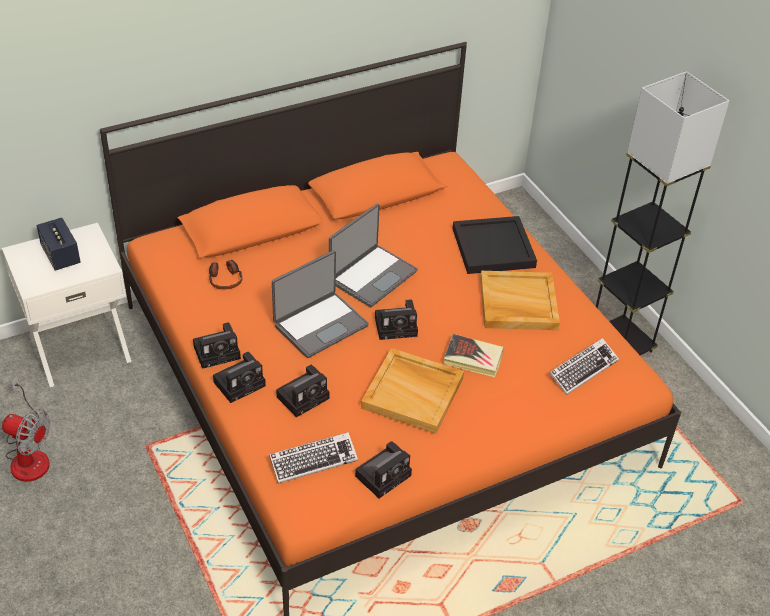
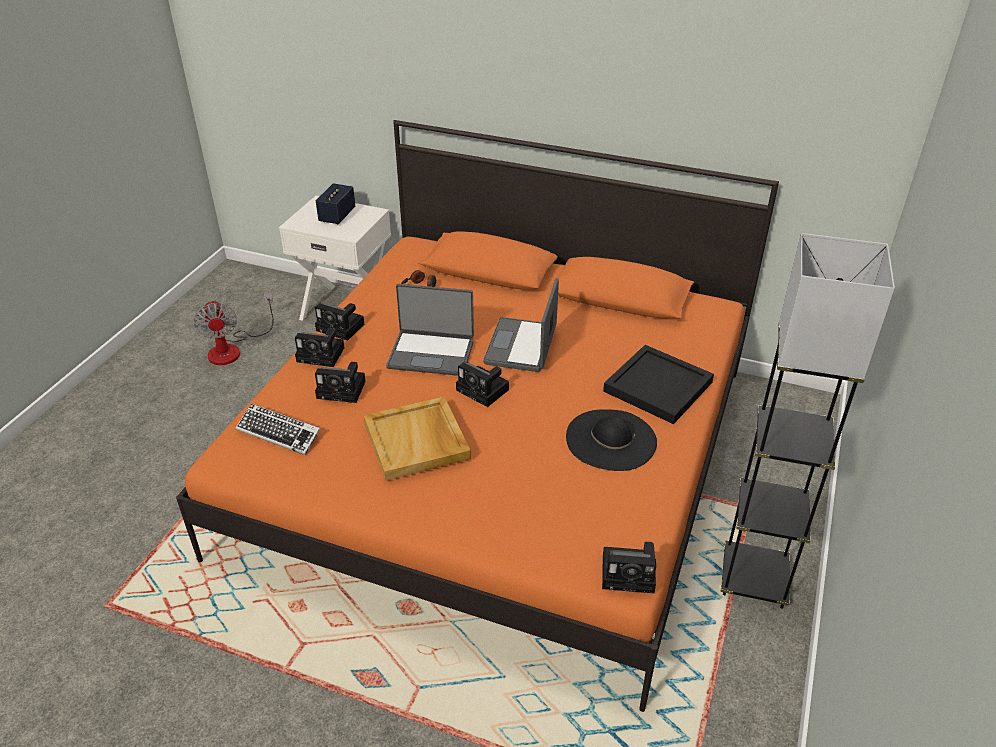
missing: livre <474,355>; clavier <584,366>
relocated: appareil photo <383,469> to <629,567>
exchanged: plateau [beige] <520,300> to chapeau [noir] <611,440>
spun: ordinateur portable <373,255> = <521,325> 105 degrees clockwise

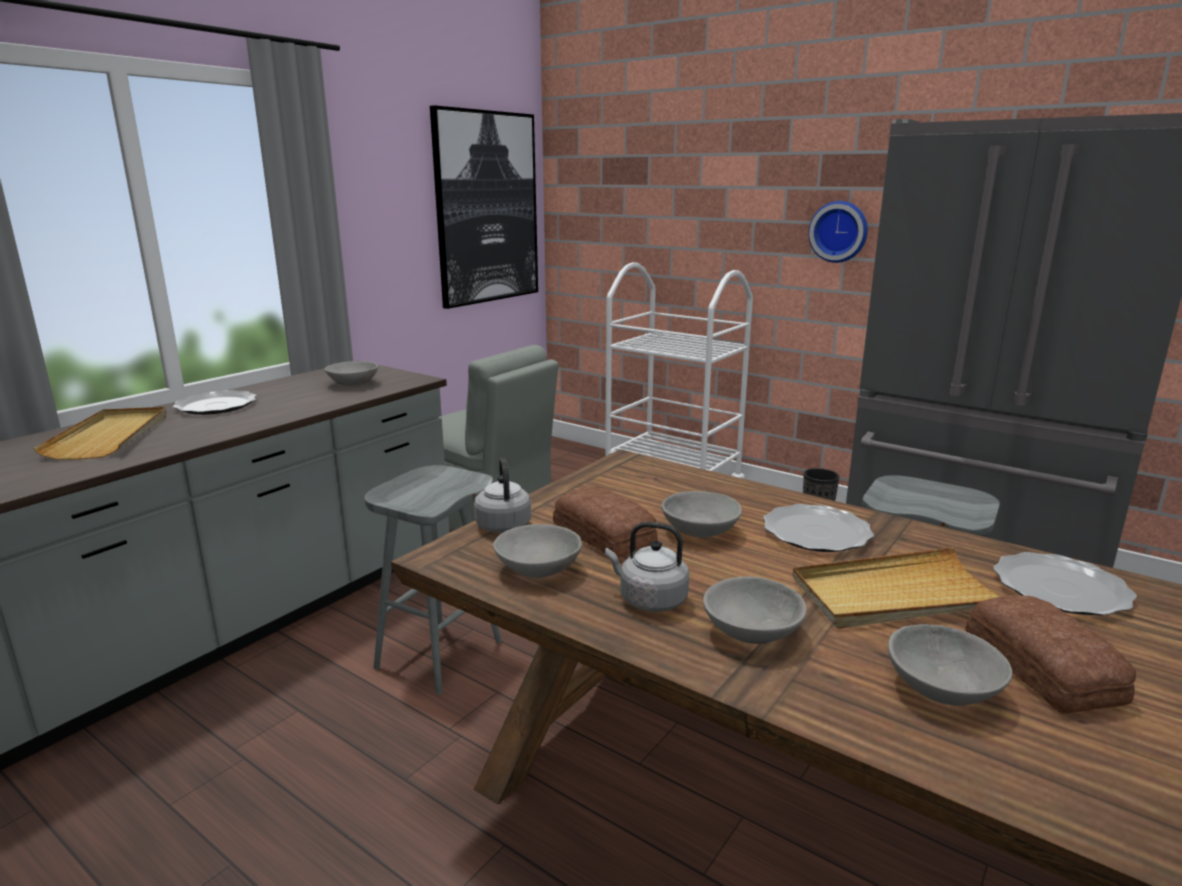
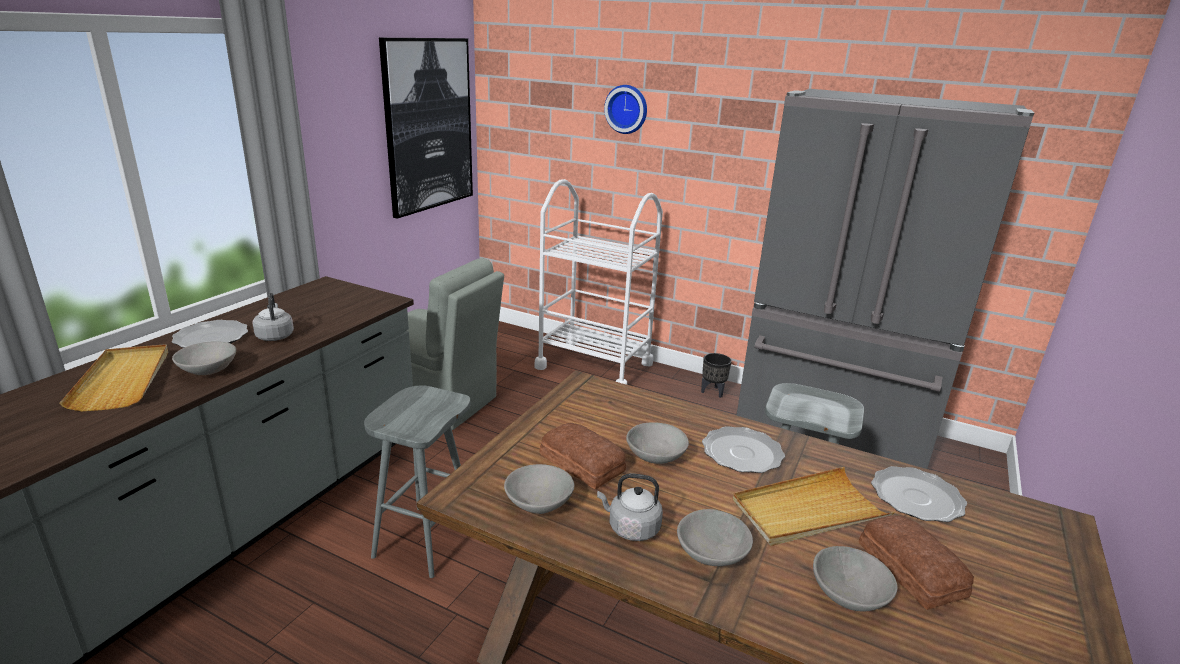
relocated: bol [gris] <351,373> to <204,358>; bouilloire [gris] <502,495> to <273,317>; horloge murale <838,232> to <625,109>

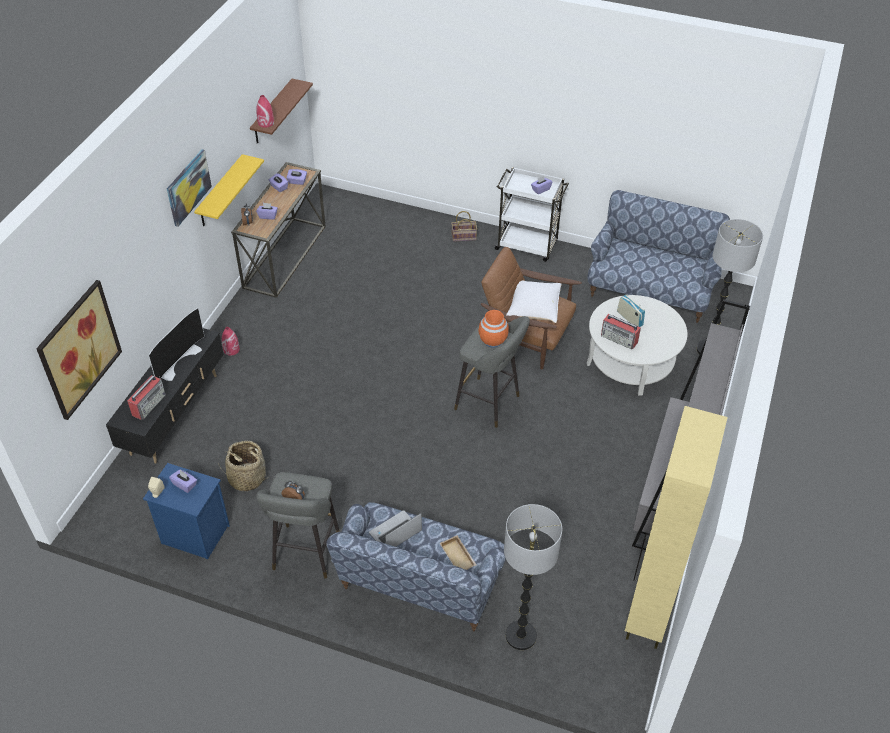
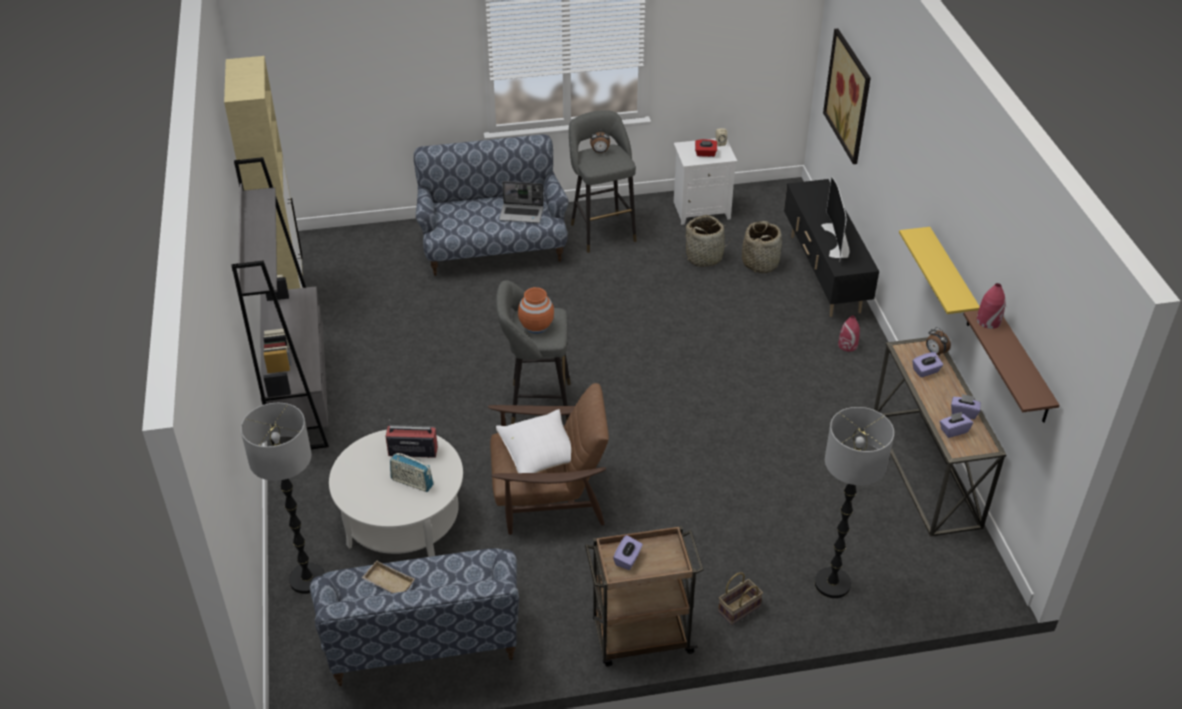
missing: radio <146,397>; tableau <189,188>
appeared: panier <762,247>
relocated: plateau [beige] <458,552> to <388,577>; lampadaire <533,577> to <854,502>
colour: table de chevet [bleu] <186,511> to table de chevet [blanc] <705,181>; boîte à mouchoirs [violet] <183,481> to boîte à mouchoirs [rouge] <706,148>; chariot [blanc] <531,214> to chariot [marron] <644,596>
spun: ordinateur portable <395,528> = <521,202> 75 degrees clockwise

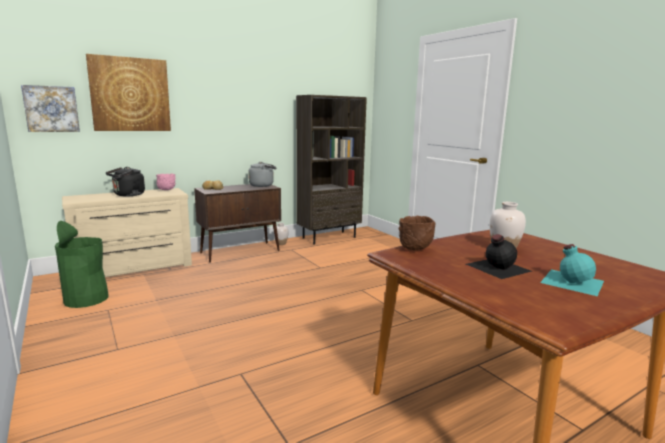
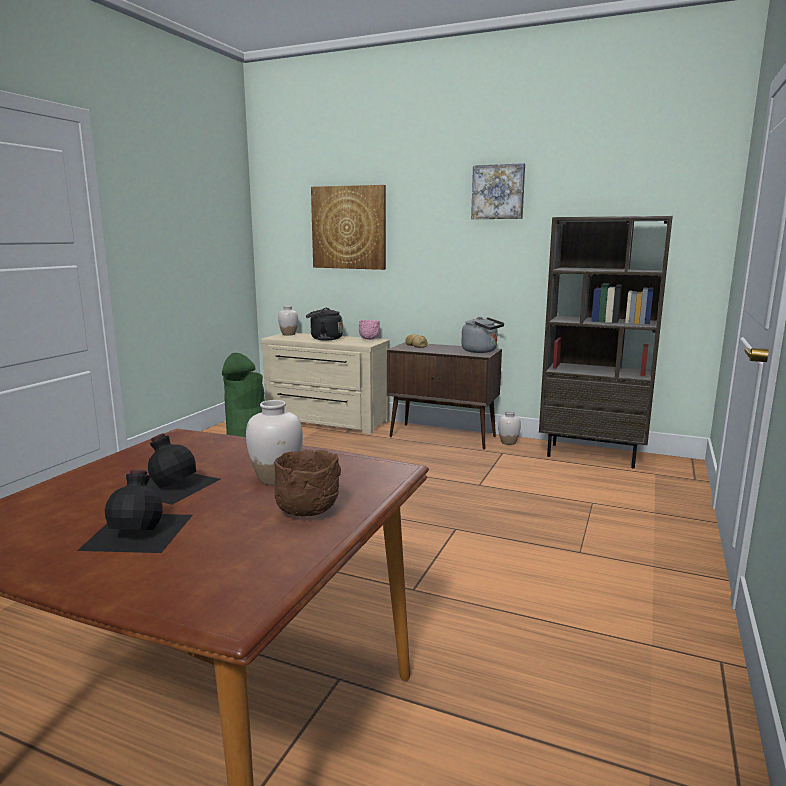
appeared: vase [blanc] <288,321>
relocated: tableau <50,108> to <498,191>; bol [marron] <417,233> to <307,483>
colour: bouteille [turquoise] <572,270> to bouteille [noir] <135,511>

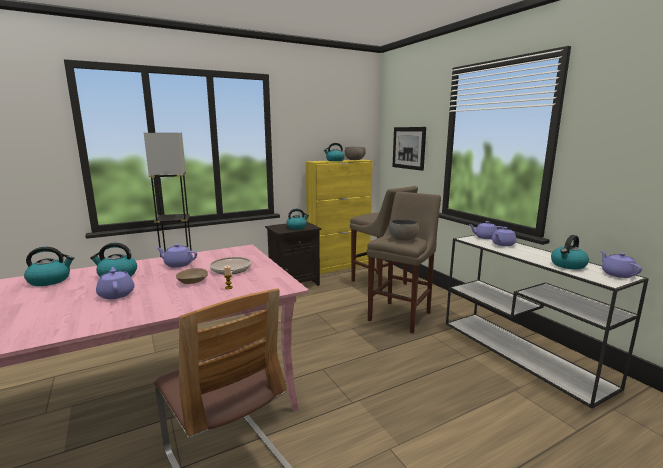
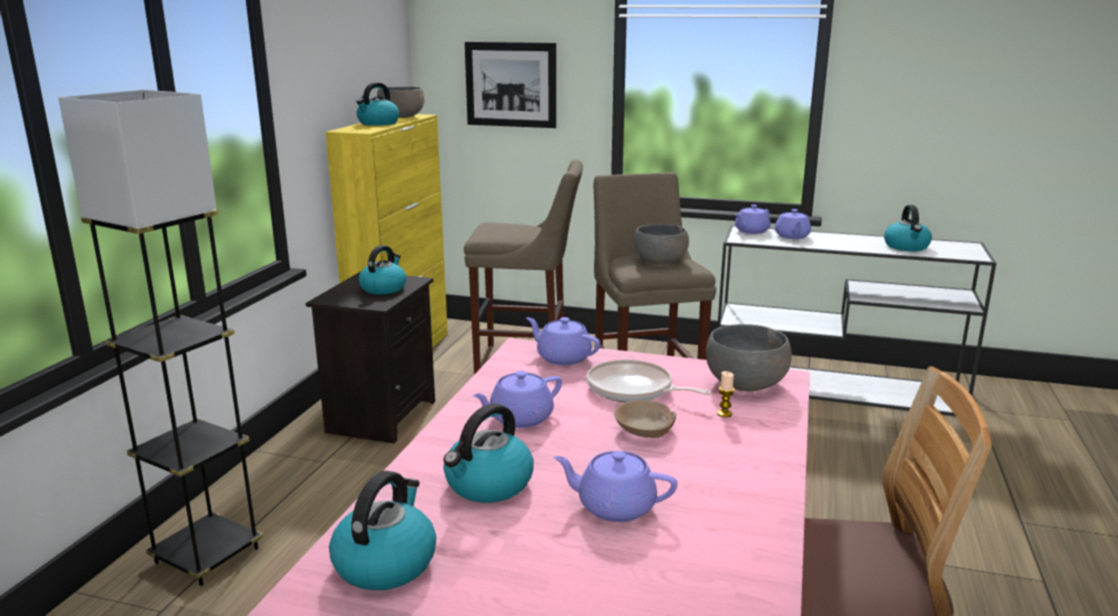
appeared: bol [gris] <749,357>
relocated: théière [violet] <621,264> to <563,341>

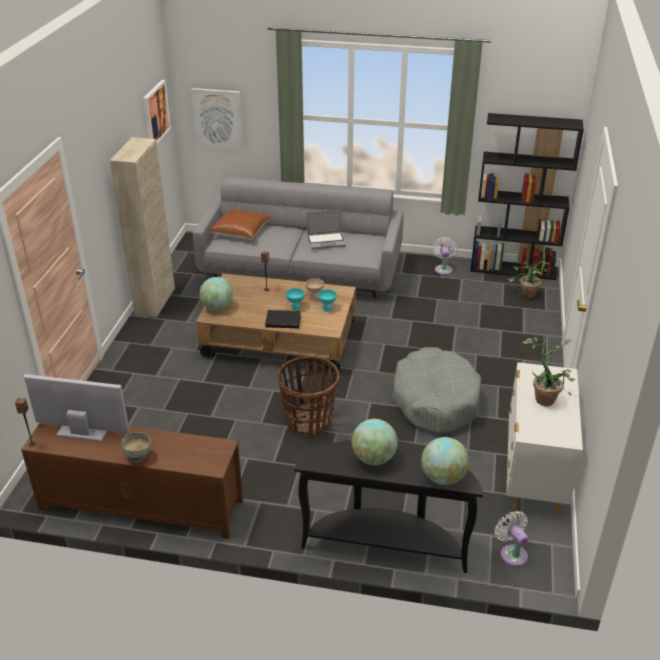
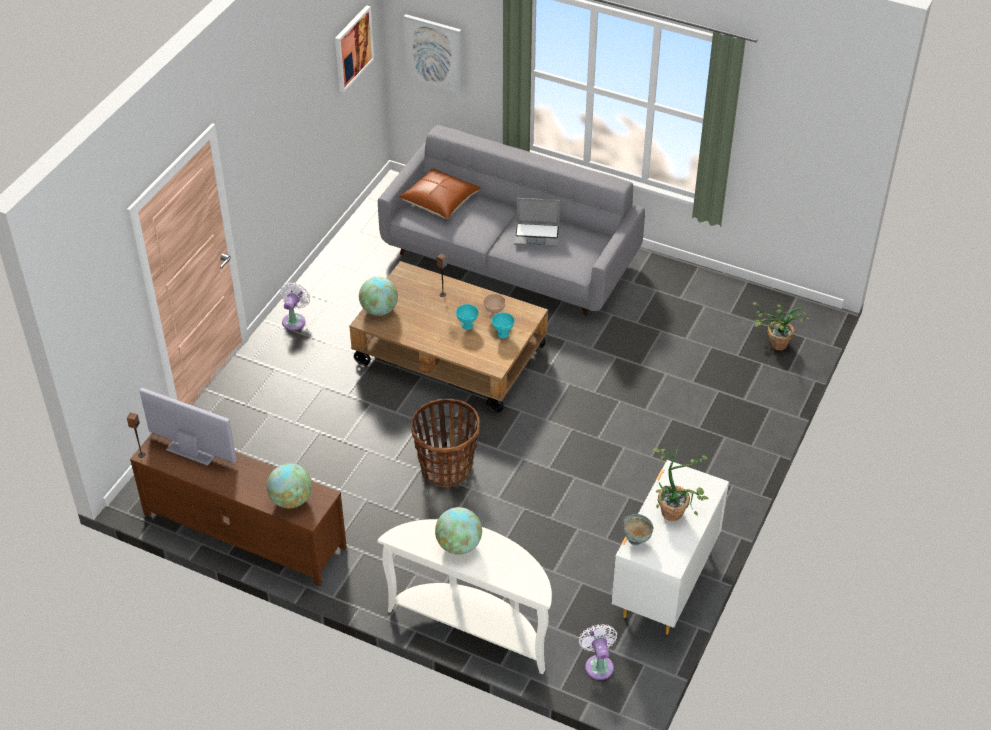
missing: meuble de rangement [beige] <142,227>; livre [noir] <283,319>; panier pour chien [gris] <436,390>; bibliothèque [noir] <527,196>
relocated: bol [gris] <136,447> to <638,530>; globe <445,461> to <289,485>; ventilateur [blanc] <445,256> to <295,306>
colour: table console [noir] <388,506> to table console [blanc] <465,597>

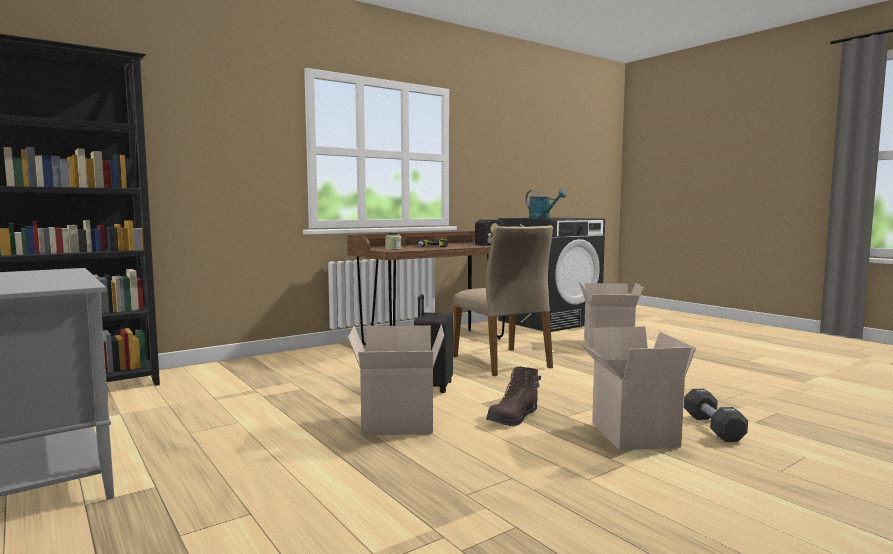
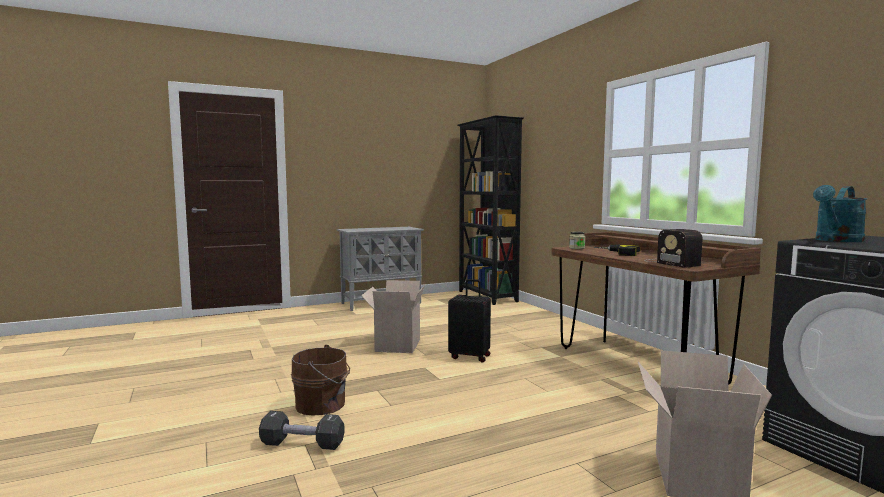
missing: chaise [beige] <503,300>; botte [marron] <513,396>
exchanged: carton <636,389> to seau [marron] <320,380>

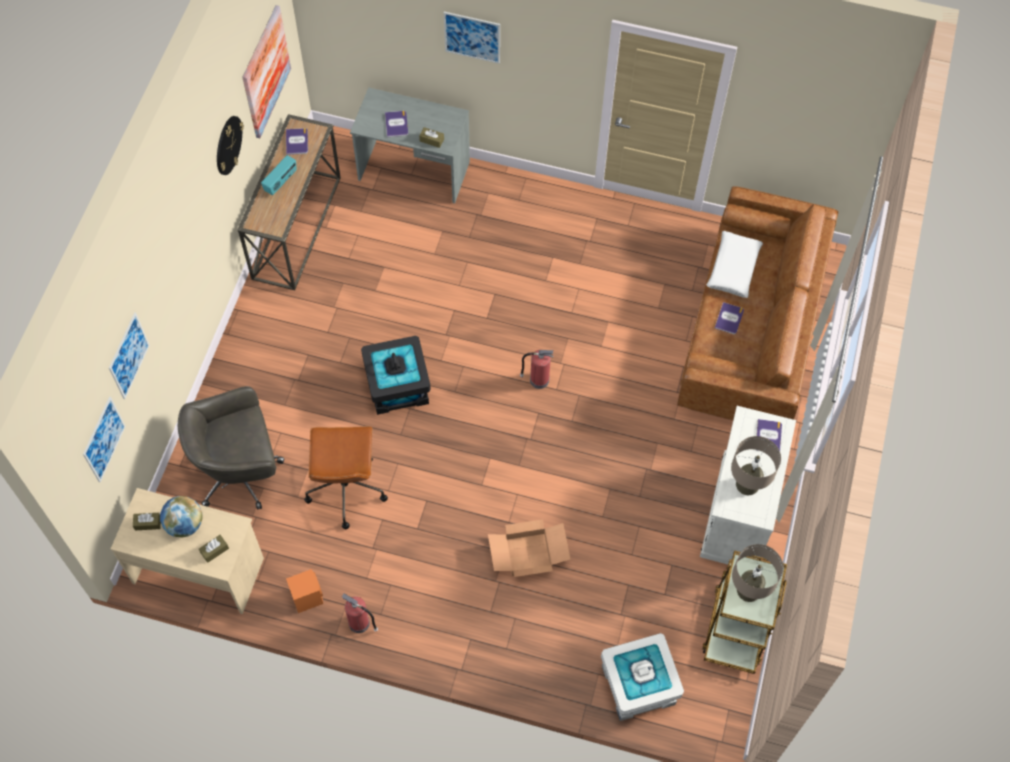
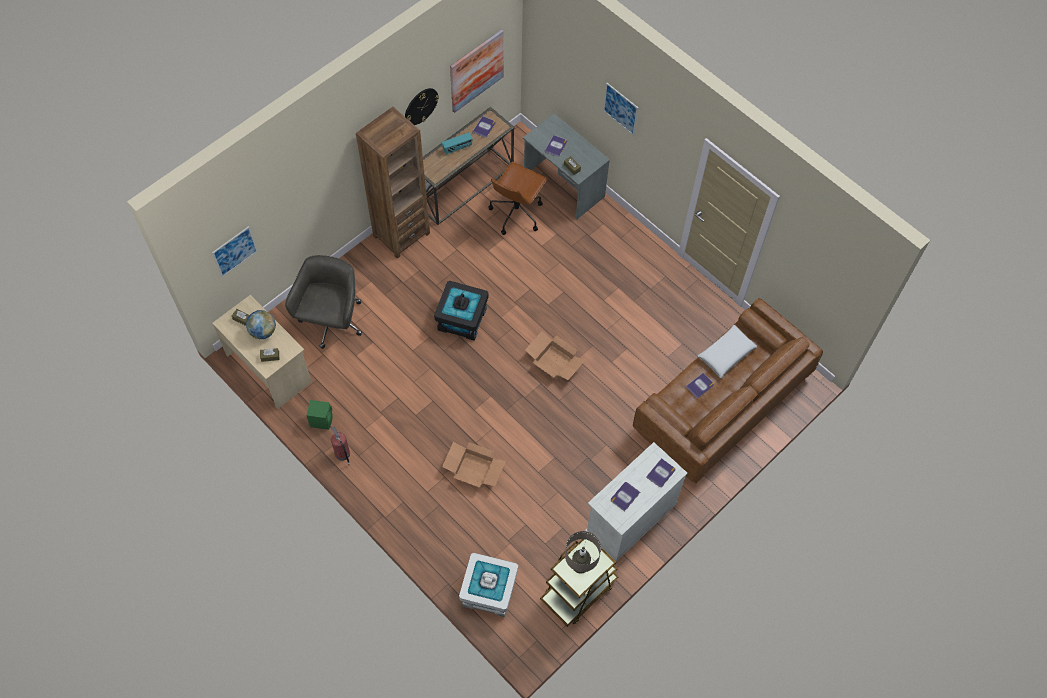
missing: tableau <129,355>
appeared: bibliothèque [marron] <393,183>
relocated: chaise de bureau [marron] <346,477> to <518,198>
exchanged: extincteur <537,369> to carton <555,355>; lampe de table [beige] <756,465> to livre <625,497>
colour: enceinte [orange] <304,591> to enceinte [vert] <319,415>
spun: chaise de bureau [gris] <231,448> = <323,302> 90 degrees clockwise

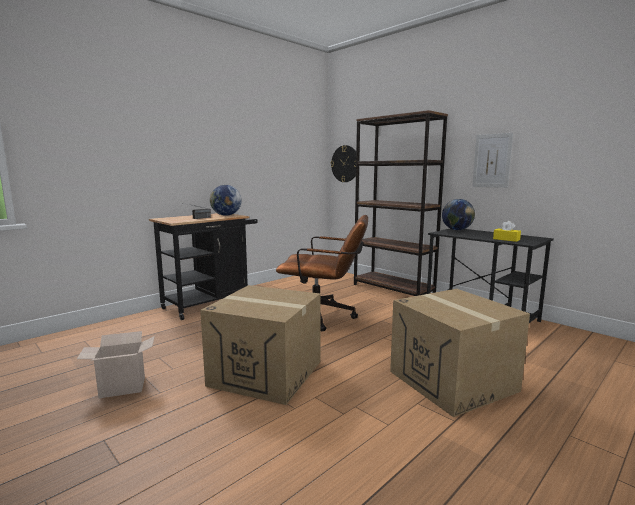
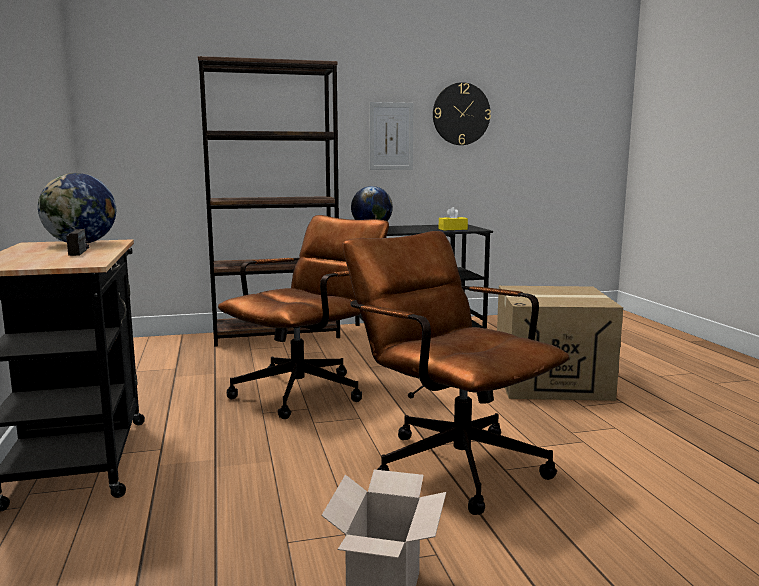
relocated: horloge murale <343,163> to <462,113>
exchanged: carton <260,345> to chaise de bureau [marron] <456,373>

